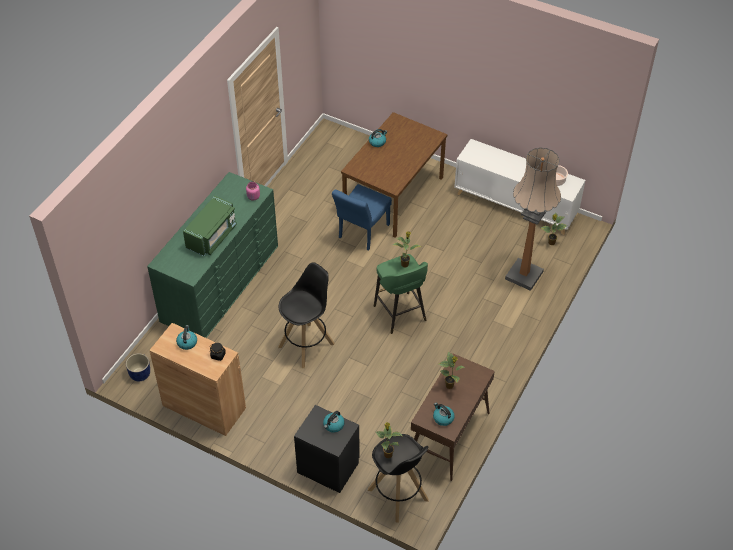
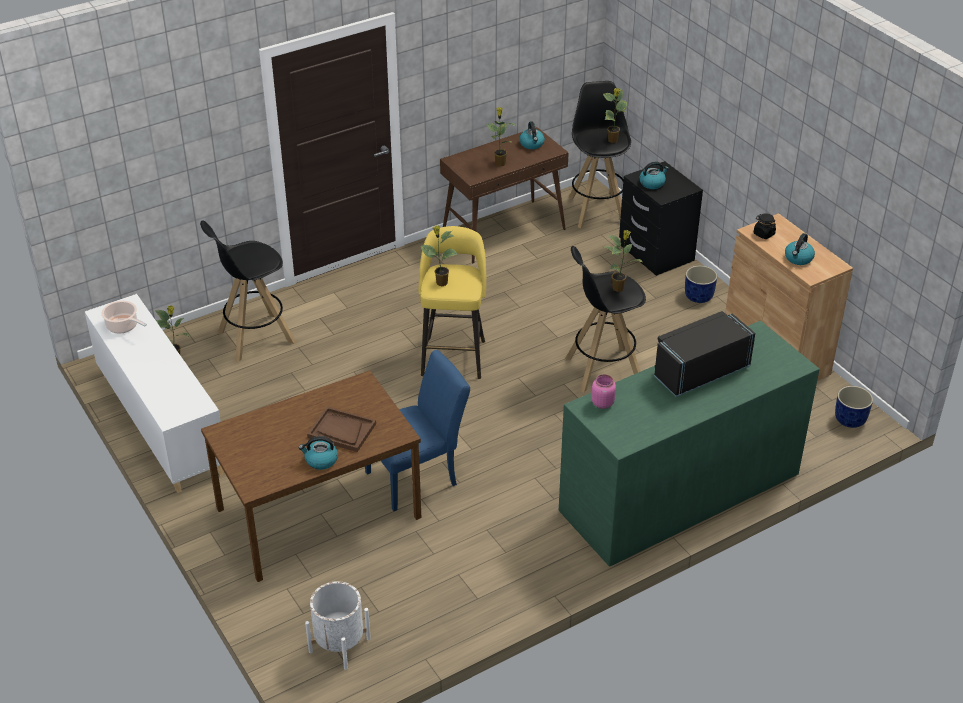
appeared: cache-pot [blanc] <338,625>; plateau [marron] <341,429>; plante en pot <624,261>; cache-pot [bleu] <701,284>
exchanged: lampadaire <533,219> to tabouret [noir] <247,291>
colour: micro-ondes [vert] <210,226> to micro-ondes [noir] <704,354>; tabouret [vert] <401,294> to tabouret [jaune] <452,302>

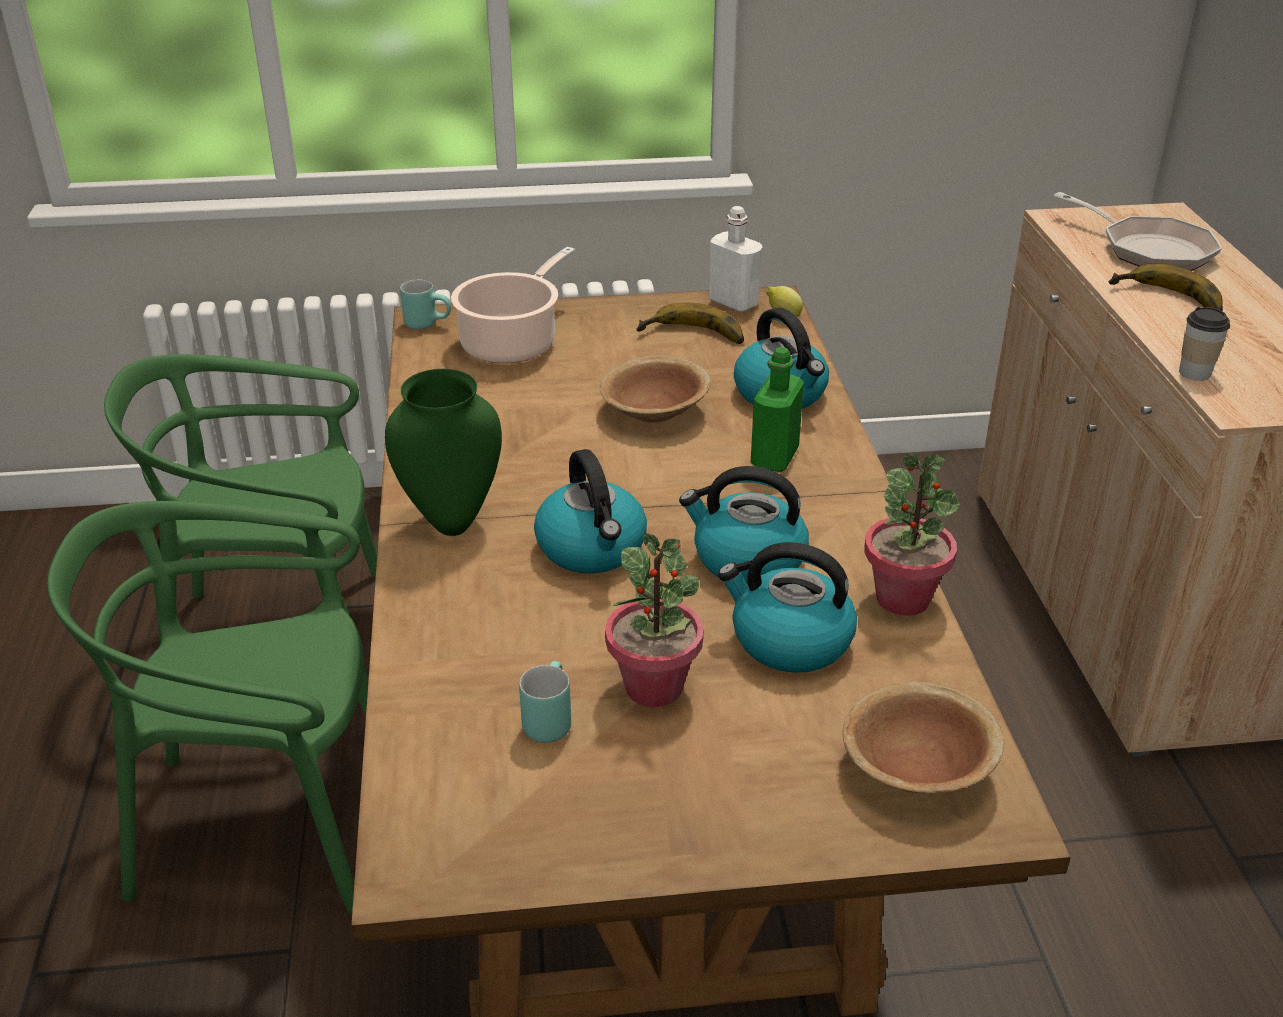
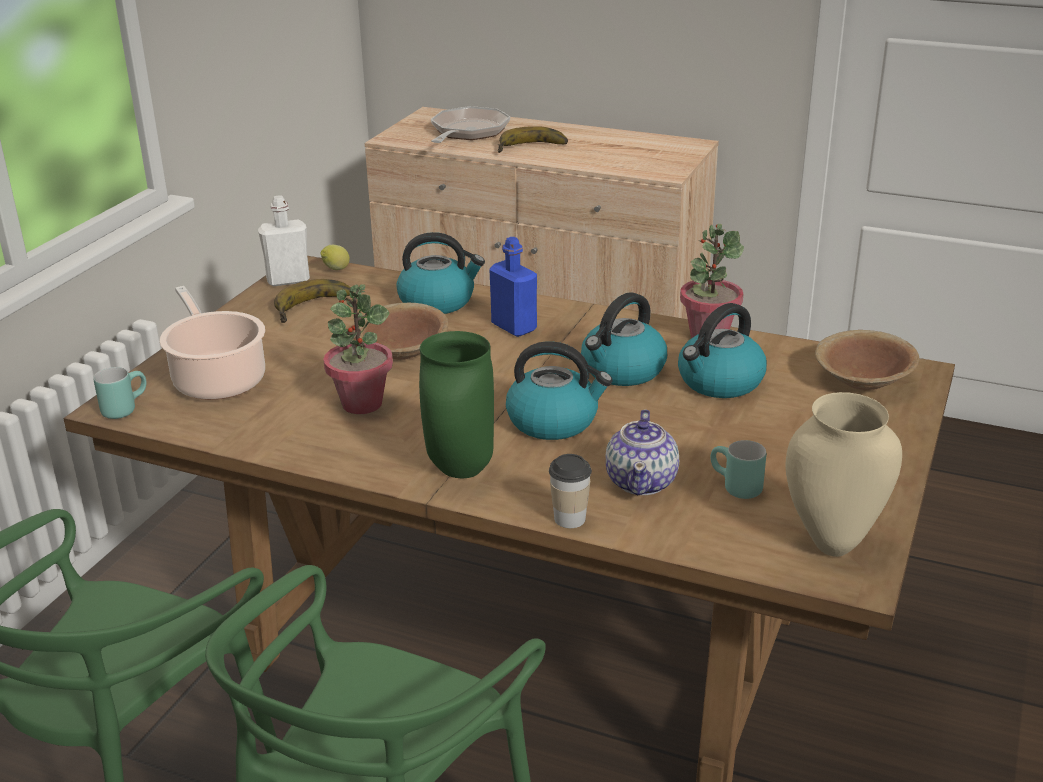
appeared: théière <642,452>; vase [beige] <843,474>
relocated: plante en pot <654,620> to <358,349>; tasse <1204,344> to <570,491>
colour: bouteille [vert] <777,409> to bouteille [bleu] <513,287>
spun: poêle <1137,231> = <470,124> 60 degrees counterclockwise

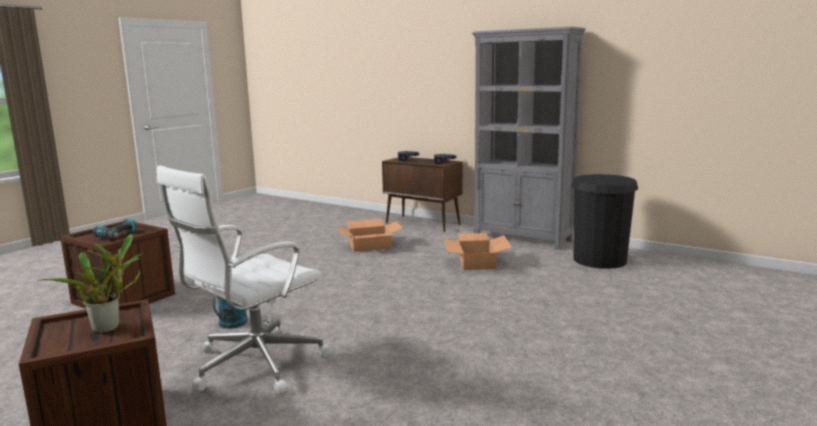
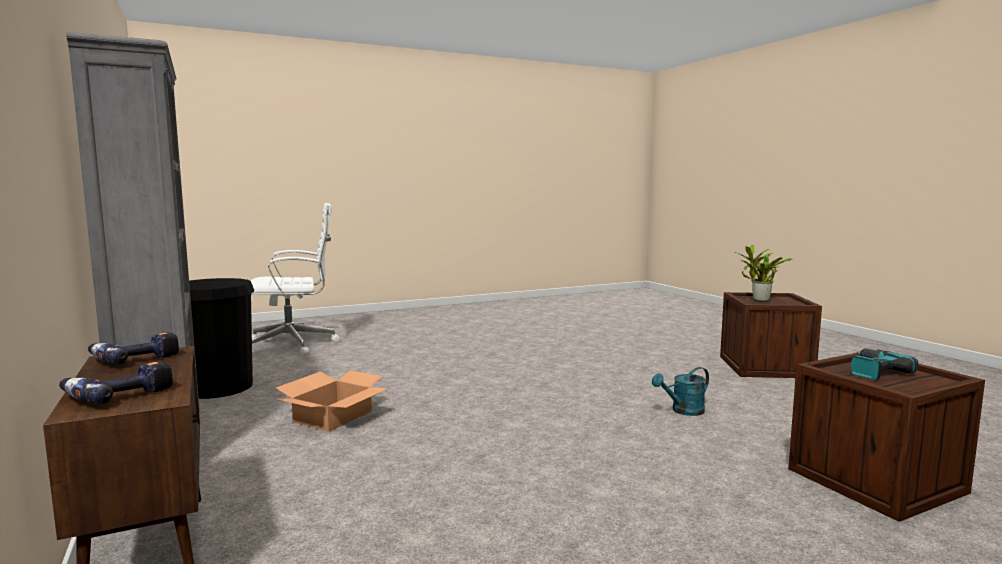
missing: carton <370,235>
relocated: chaise de bureau [blanc] <243,279> to <296,279>

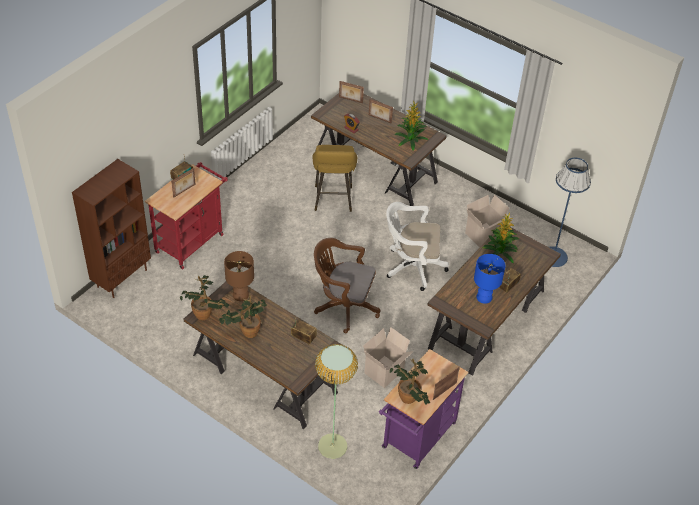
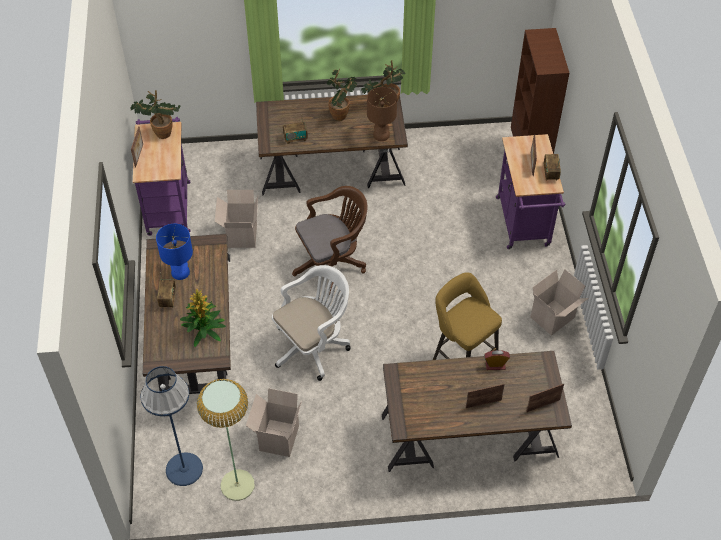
missing: plante en pot <411,125>
appeared: carton <560,302>
relocated: lampadaire <336,401> to <226,440>
colour: chariot [rouge] <186,215> to chariot [violet] <530,191>

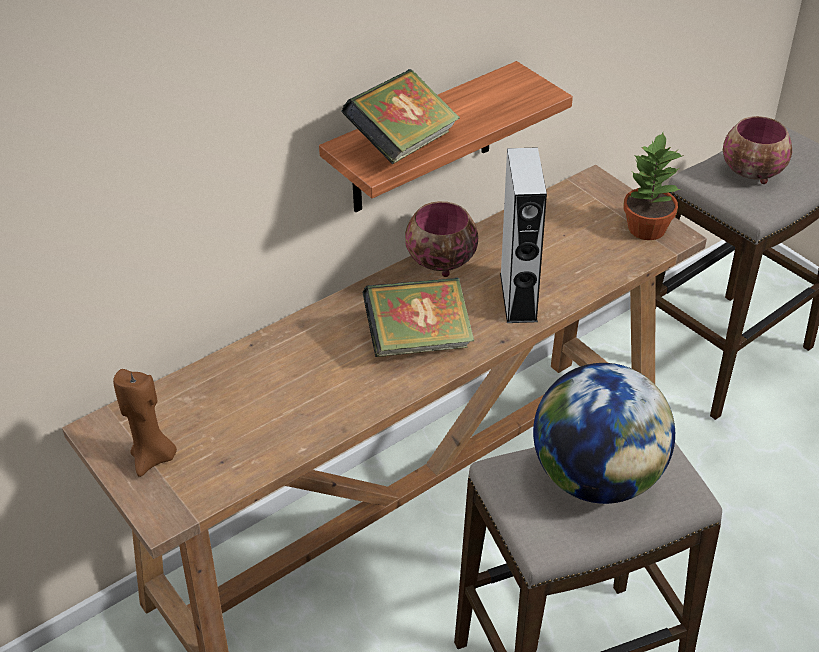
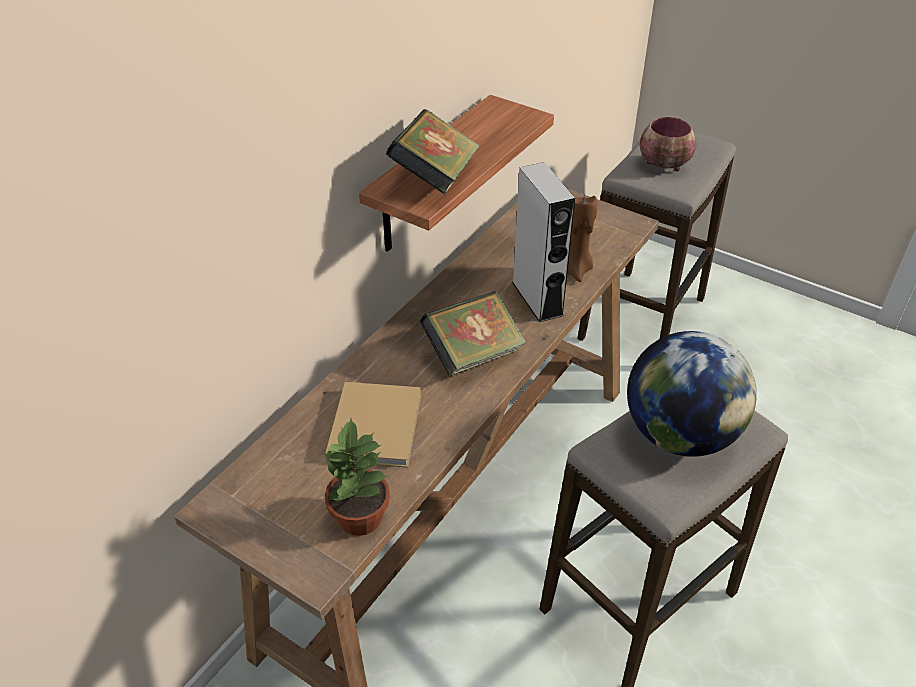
missing: bol <442,239>
appeared: livre [beige] <373,425>
relocated: bougie [marron] <145,423> to <582,239>; plante en pot <653,186> to <356,477>

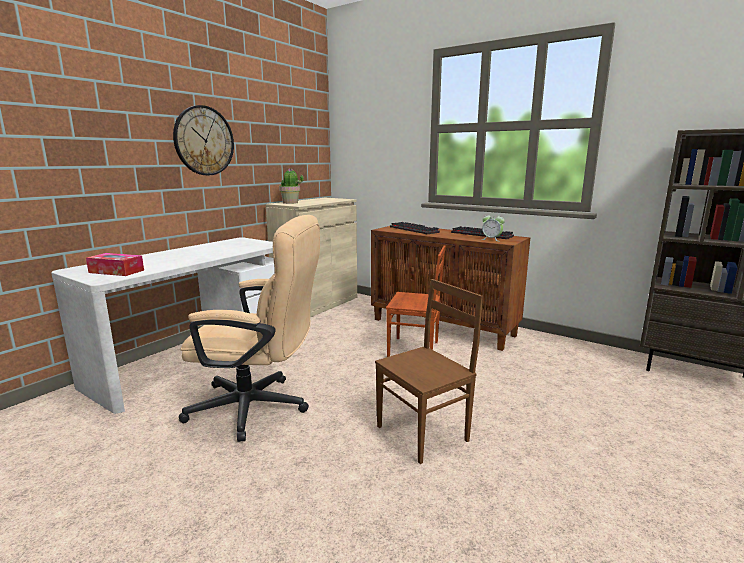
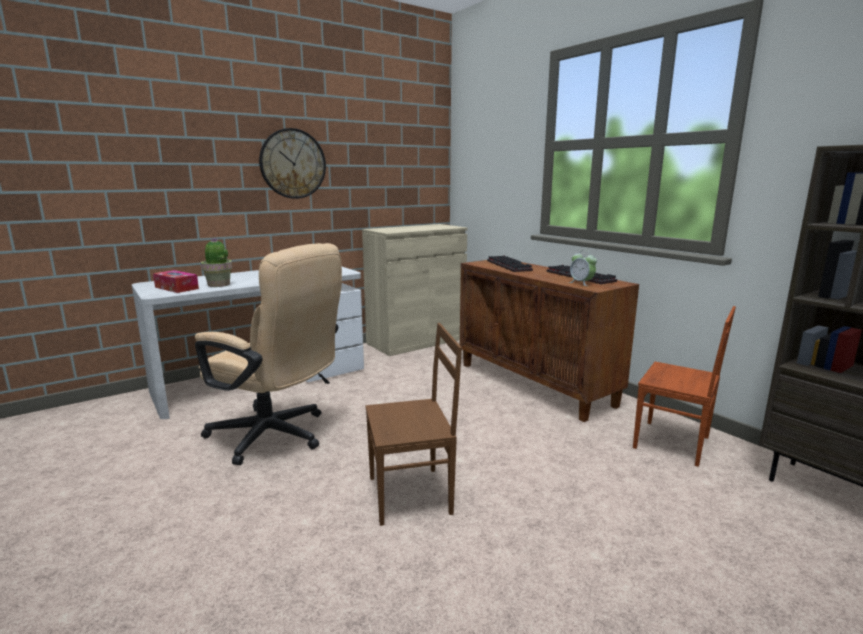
relocated: plante en pot <291,186> to <216,262>; chaise [marron] <415,301> to <684,386>

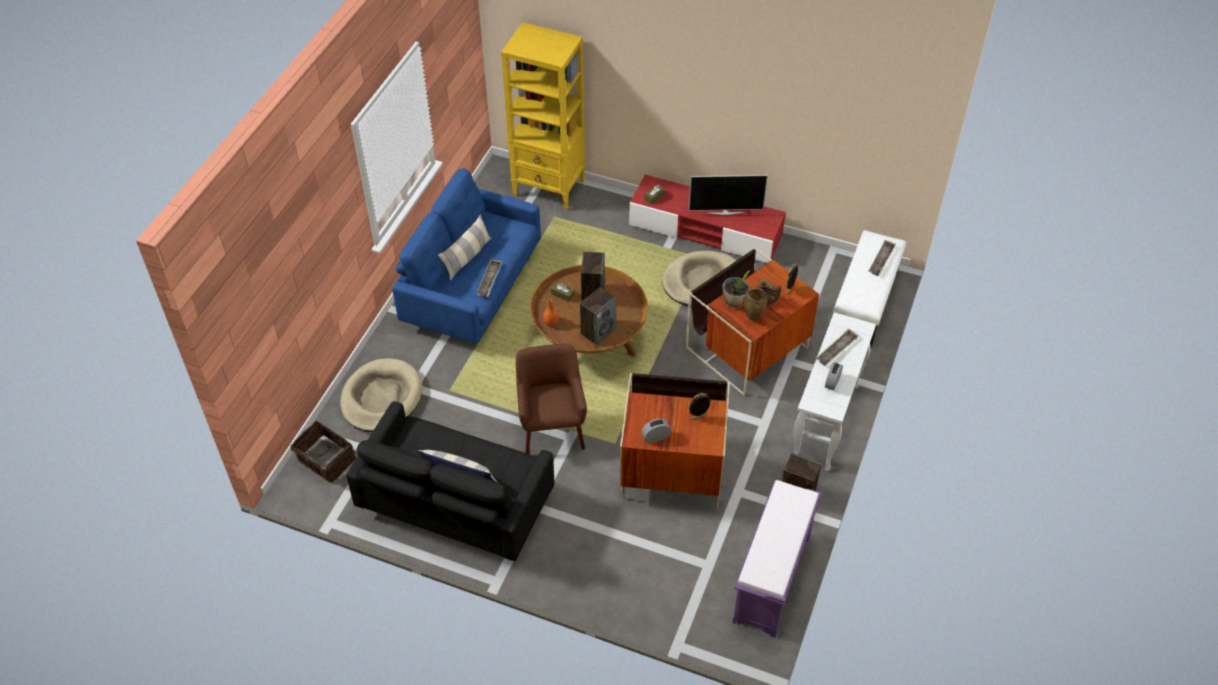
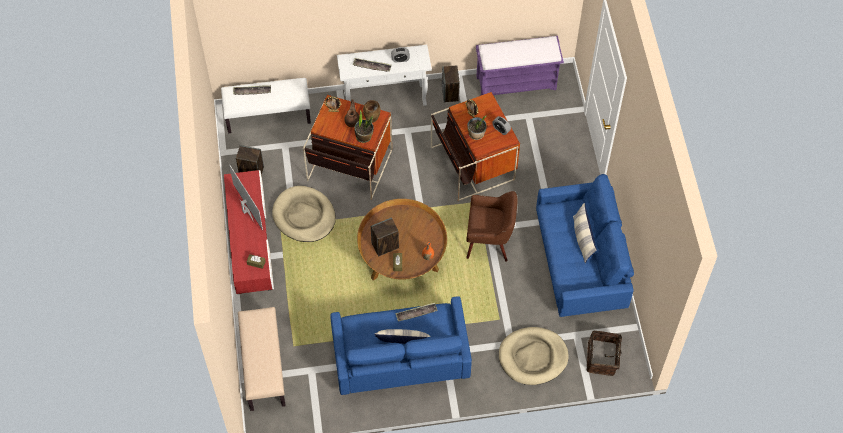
appeared: plante en pot <477,128>
relocated: enceinte <598,316> to <250,160>
exchanged: bibliothèque [jaune] <543,116> to banc [beige] <262,359>
colour: canapé [noir] <450,481> to canapé [bleu] <585,245>
spun: fauteuil [marron] <551,399> = <492,226> 135 degrees counterclockwise

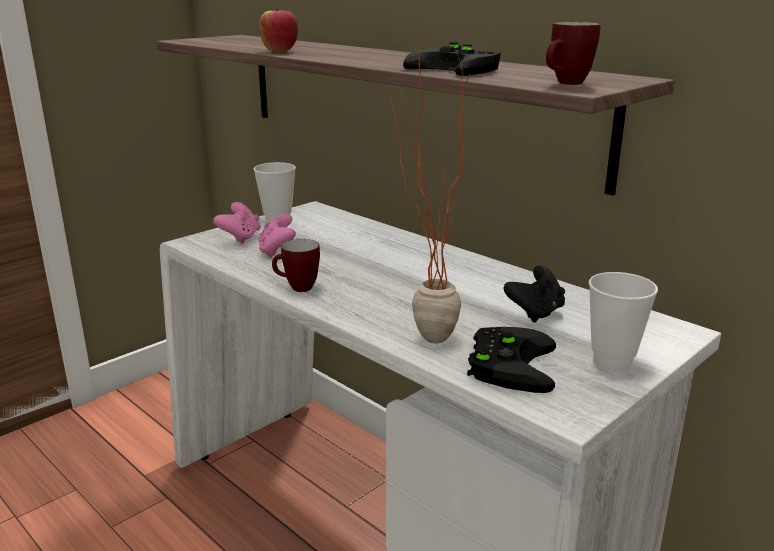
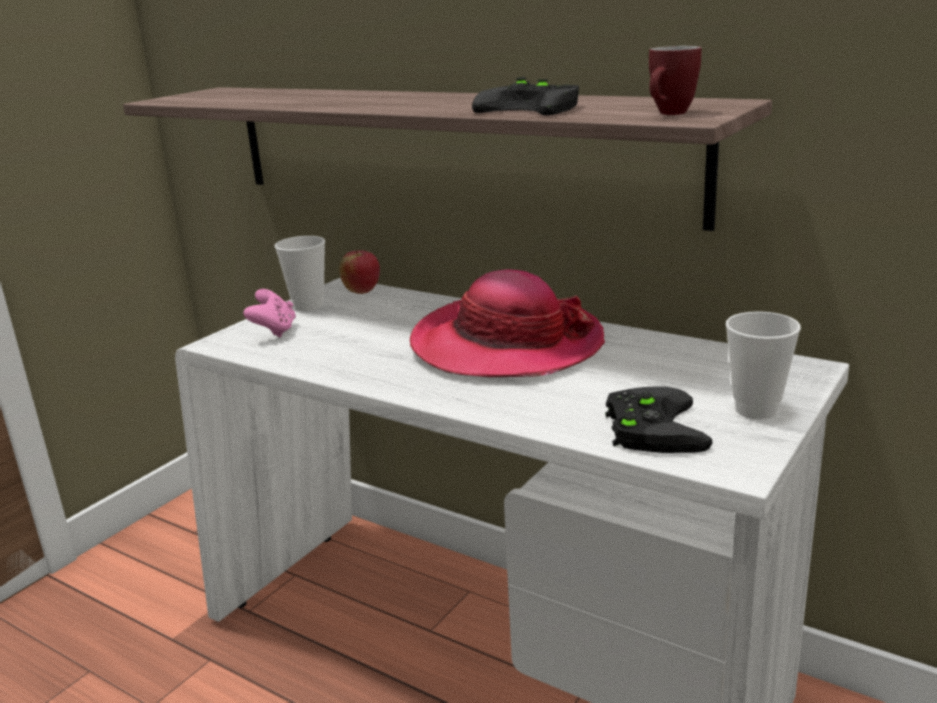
missing: manette [rose] <277,235>; mug <296,265>; plante en pot <430,187>; manette [noir] <534,293>
appeared: chapeau <507,323>
relocated: pomme <278,30> to <360,272>

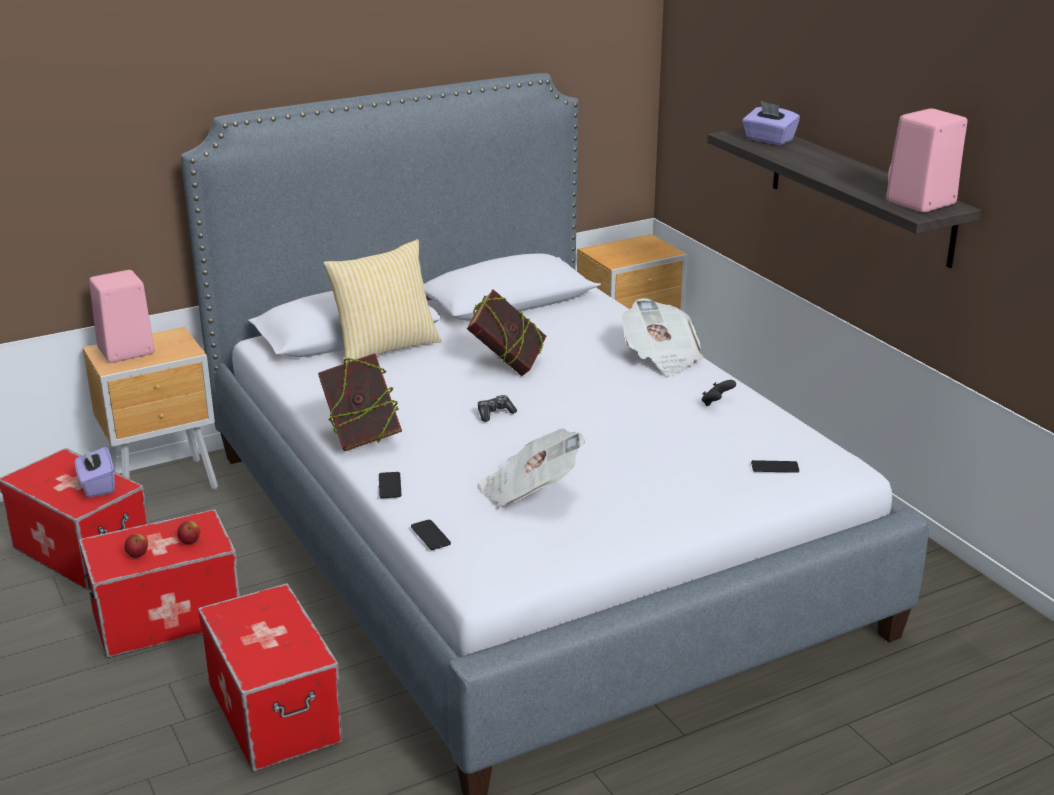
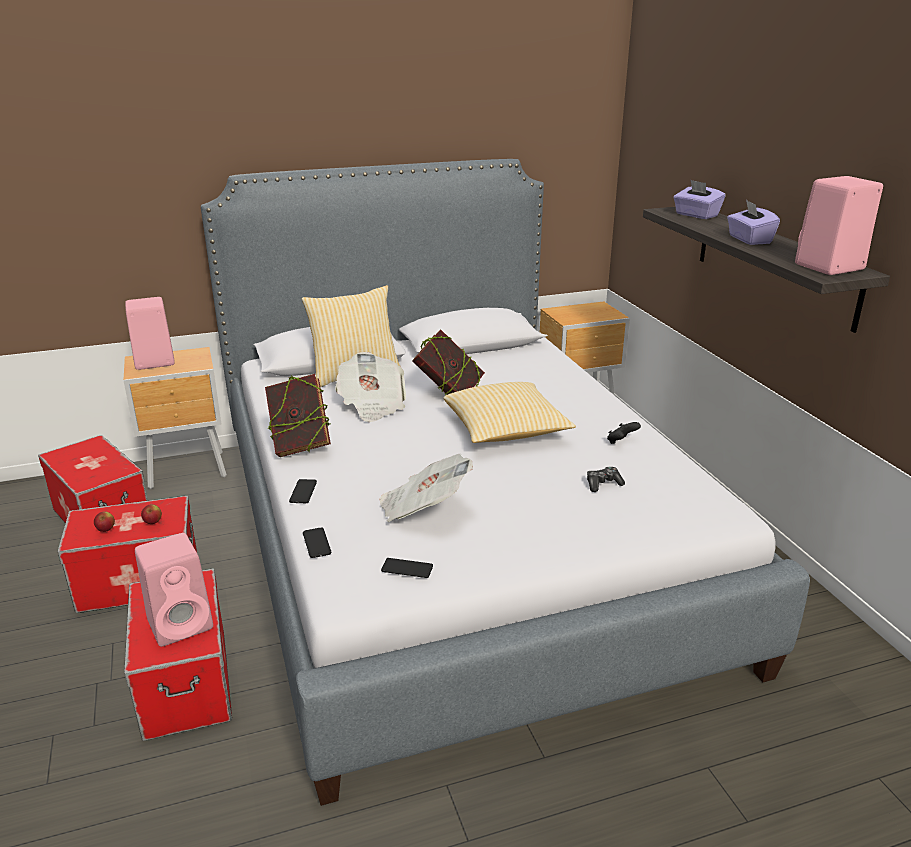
appeared: enceinte [rose] <174,590>; coussin <510,412>
relocated: boîte à mouchoirs [violet] <95,471> to <753,222>; manette <497,408> to <606,479>; journal <662,337> to <370,387>; téléphone <775,466> to <407,568>

